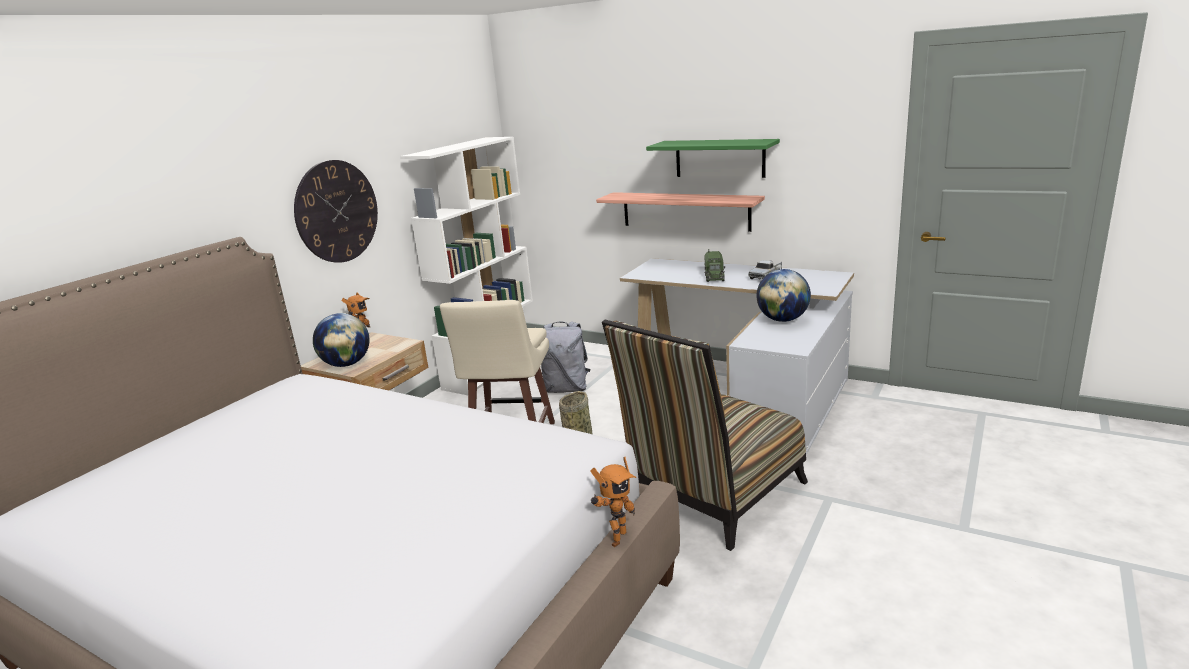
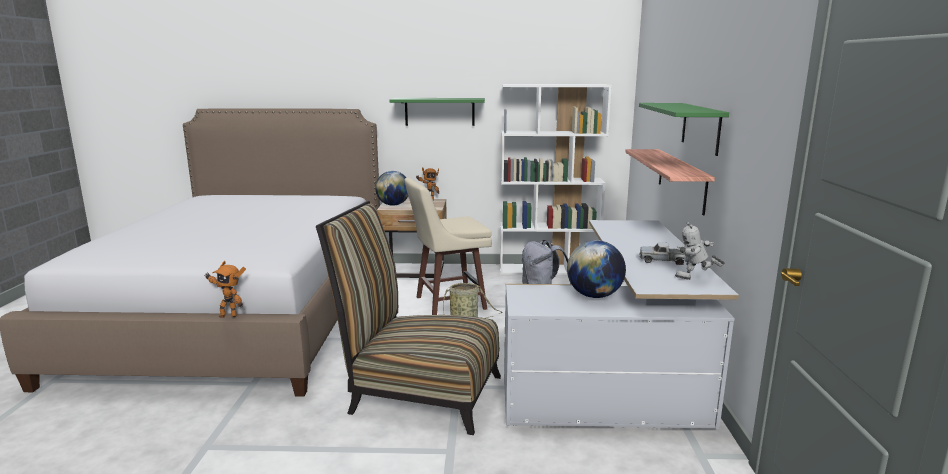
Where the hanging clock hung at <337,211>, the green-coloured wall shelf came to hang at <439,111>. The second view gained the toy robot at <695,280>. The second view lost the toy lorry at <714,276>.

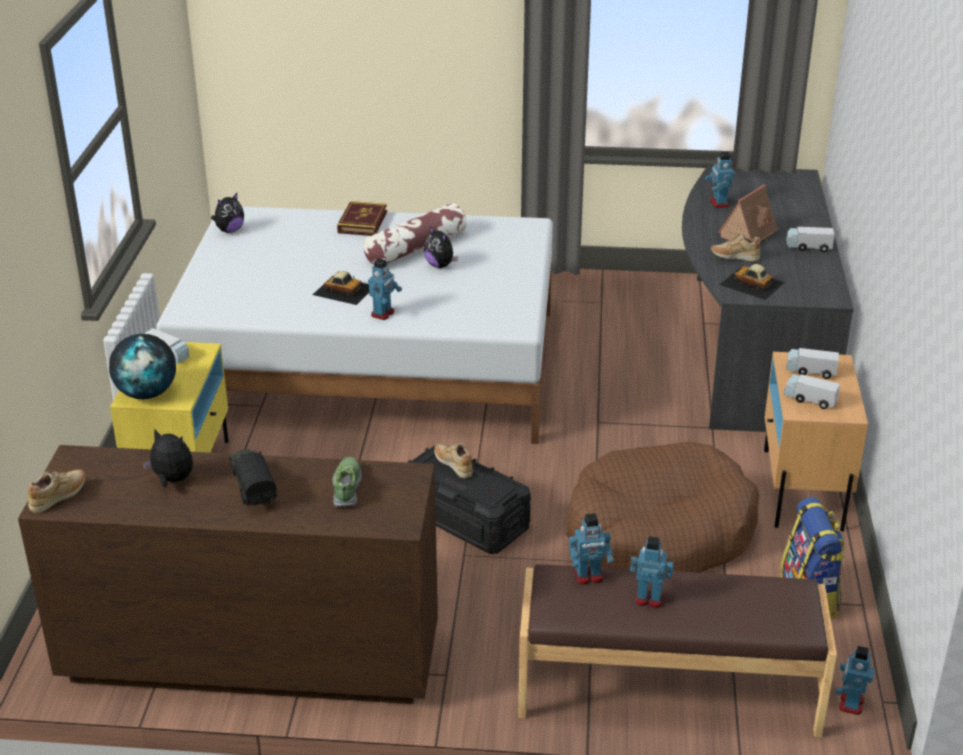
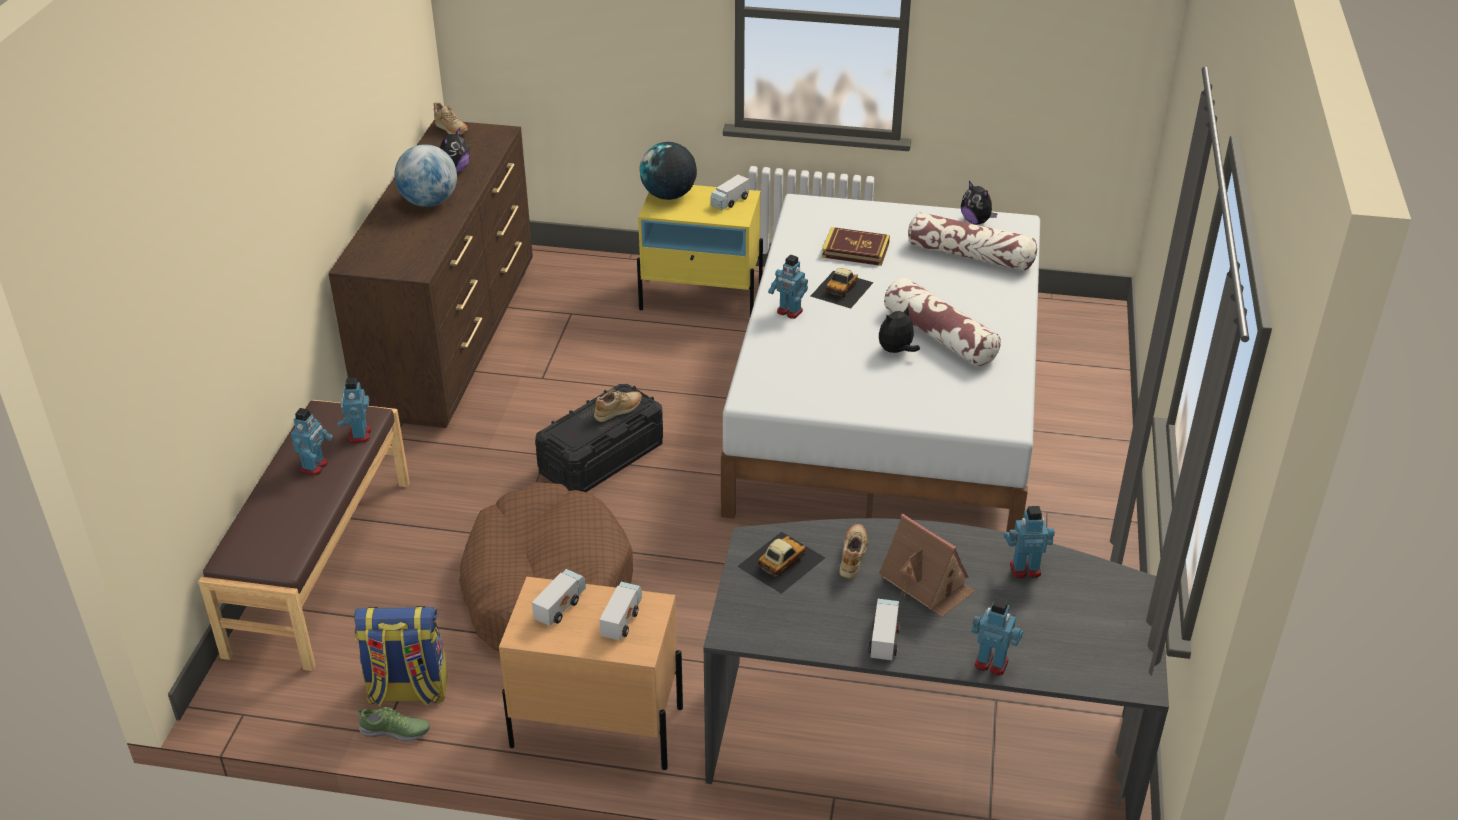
The item of footwear ended up elsewhere, having gone from <347,488> to <395,731>. Where the toy lorry stood at <253,488>, the world globe came to stand at <429,202>. The volume ended up elsewhere, having gone from <362,222> to <855,250>. The second view gained the cushion at <970,255>. The toy robot ended up elsewhere, having gone from <850,704> to <991,662>.

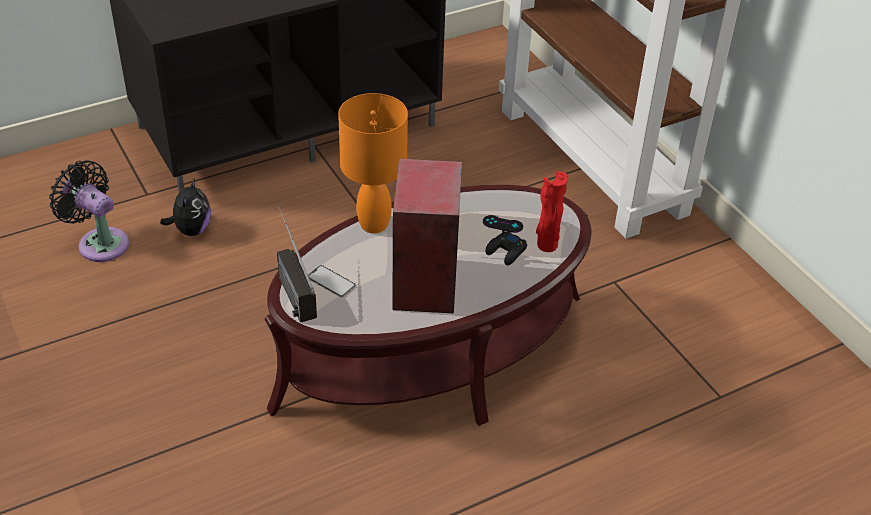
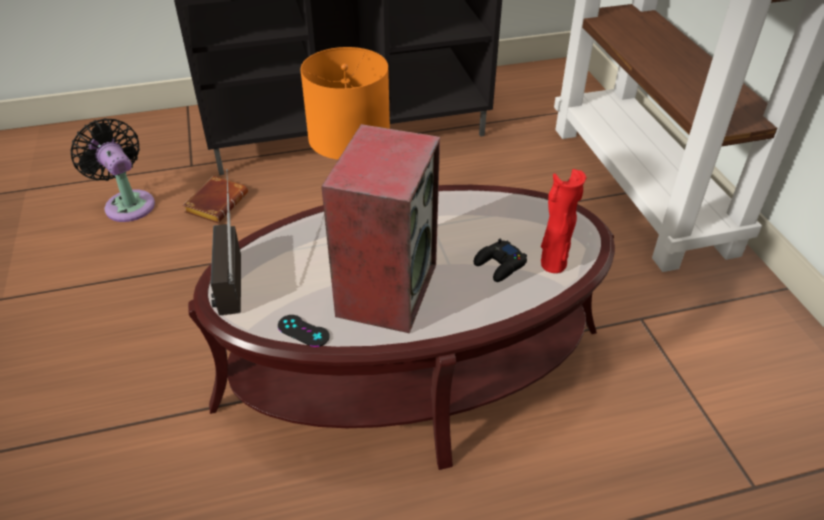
Where the plush toy stood at <191,230>, the brownish volume came to stand at <216,203>. The black-coloured joypad ended up elsewhere, having gone from <502,224> to <303,331>. The second view lost the telephone at <331,281>.

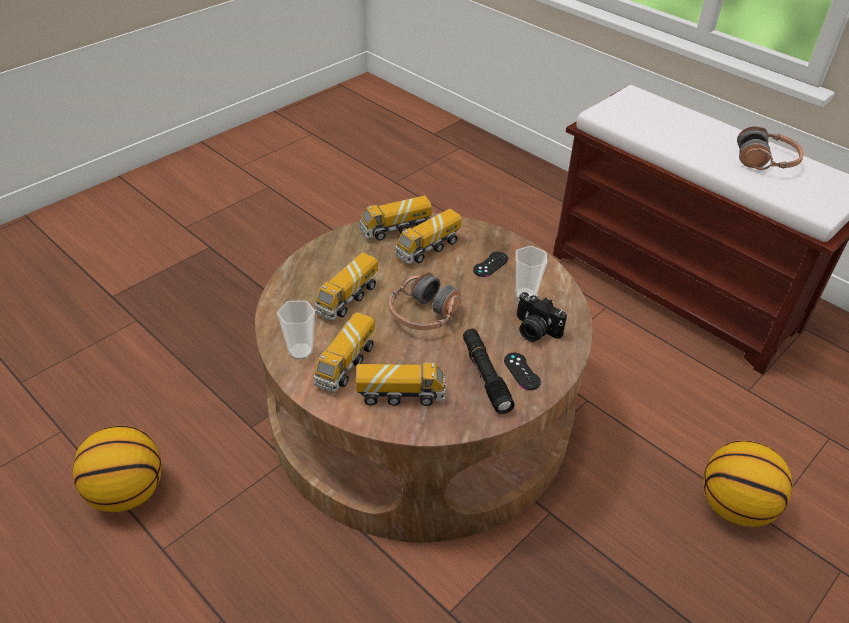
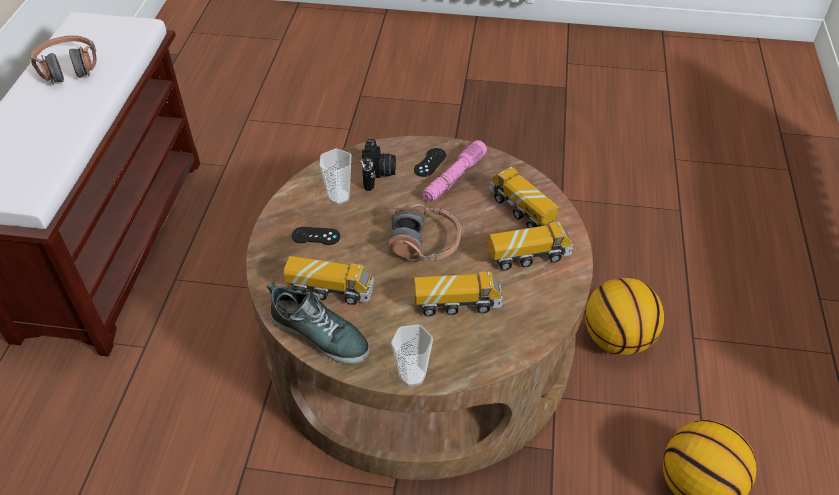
Where the toy lorry stood at <395,229>, the item of footwear came to stand at <320,334>. The cup ended up elsewhere, having gone from <300,351> to <412,375>. What was the black-coloured hand torch at <485,375> turned into the pink-coloured hand torch at <454,178>. The basketball ended up elsewhere, having gone from <735,506> to <617,338>.

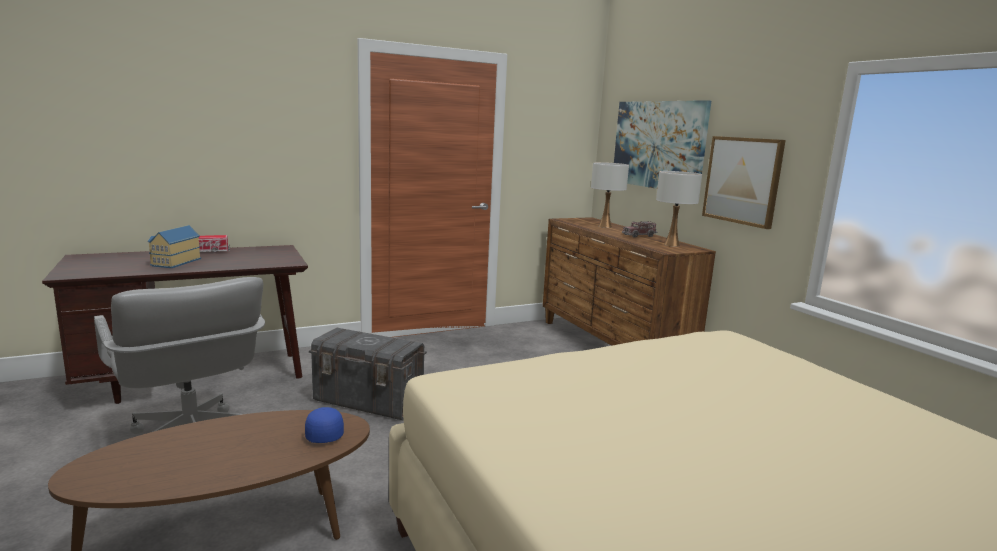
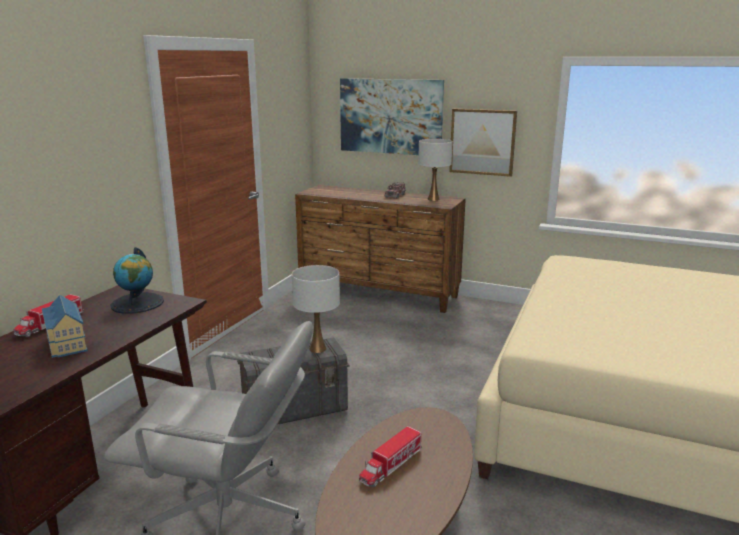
The second view gained the world globe at <137,303>. The white-coloured tabletop lamp ended up elsewhere, having gone from <605,226> to <318,348>. The second view gained the toy lorry at <391,465>. The second view lost the bluish cap at <324,433>.

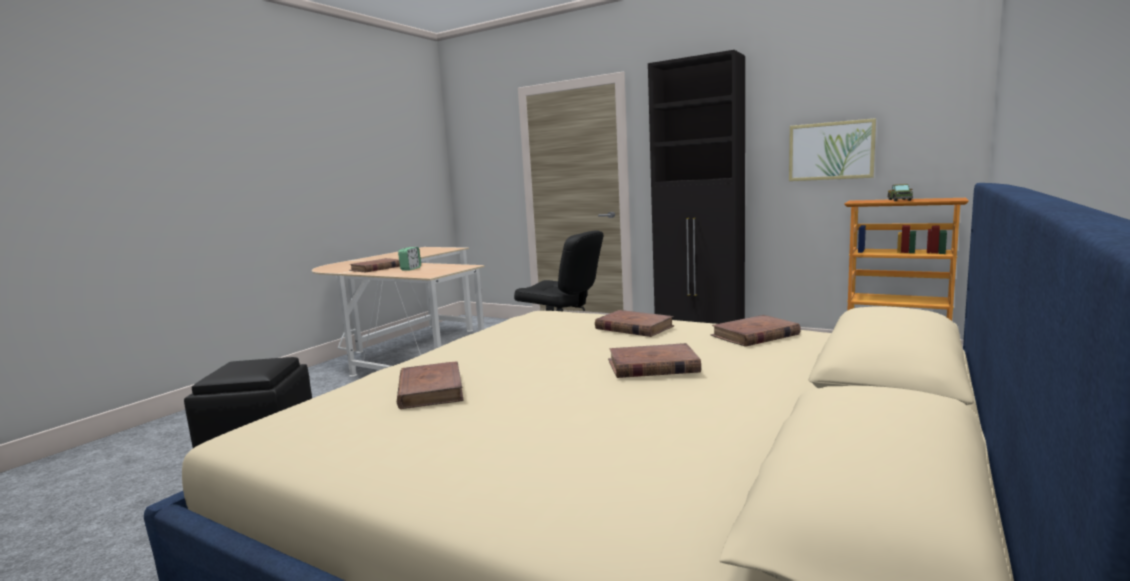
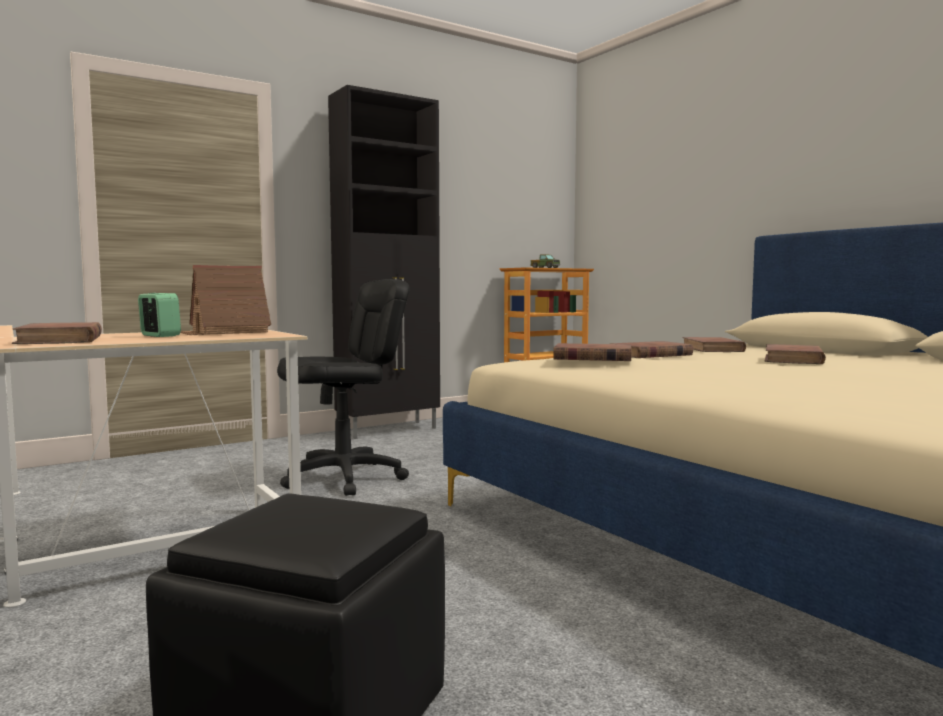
The second view gained the model house at <225,332>. The brownish volume ended up elsewhere, having gone from <430,390> to <592,358>. The second view lost the wall art at <831,151>.

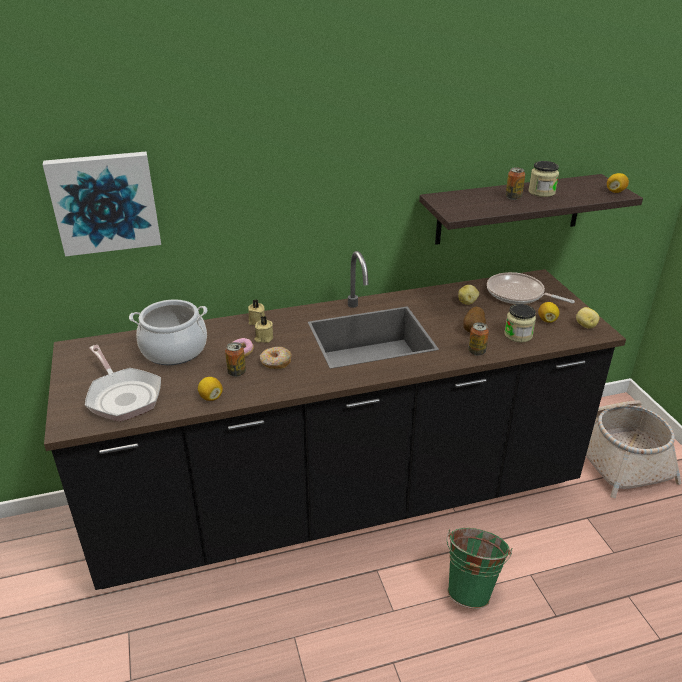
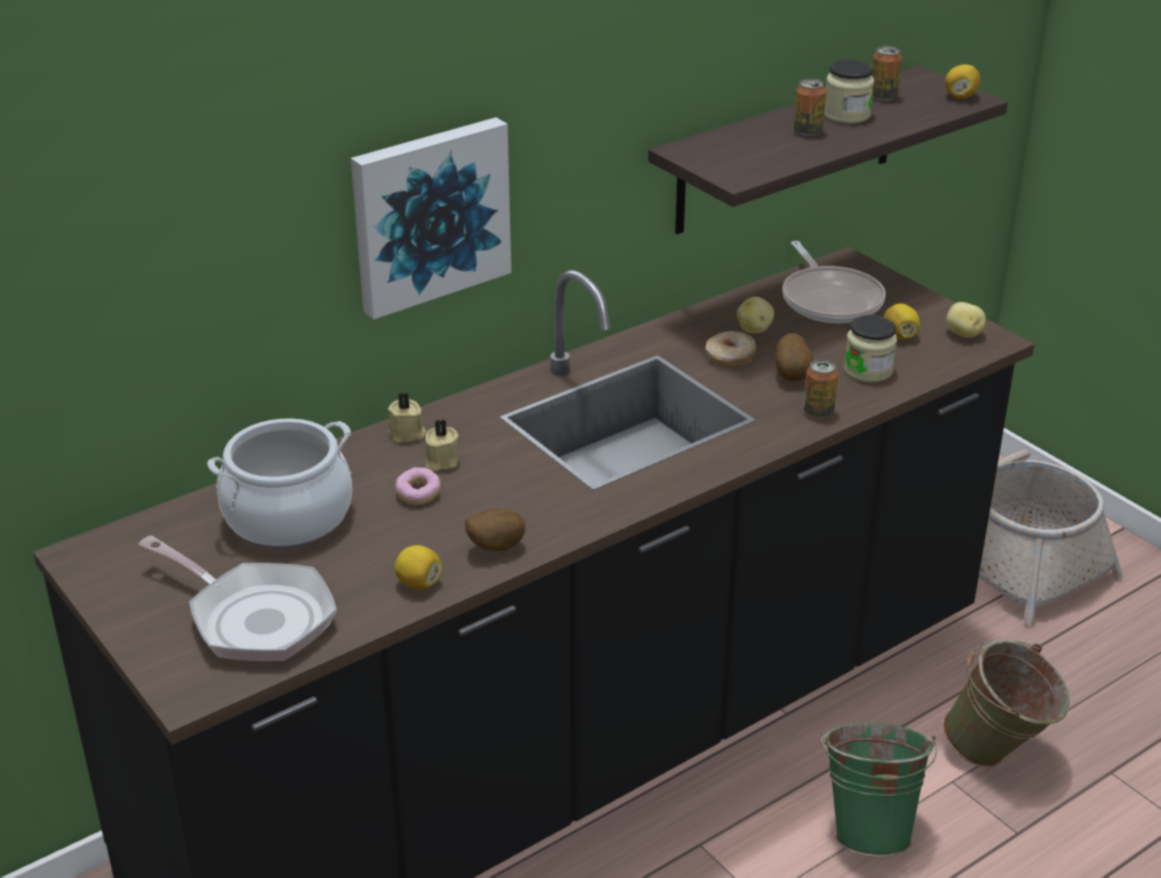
The wall art ended up elsewhere, having gone from <105,202> to <429,214>. The second view gained the spud at <494,547>. The doughnut ended up elsewhere, having gone from <275,362> to <730,357>. The skillet at <518,294> ended up facing another way, 120 degrees counterclockwise from before. The sealed can ended up elsewhere, having gone from <236,372> to <883,96>. The second view gained the green-coloured bucket at <998,756>.

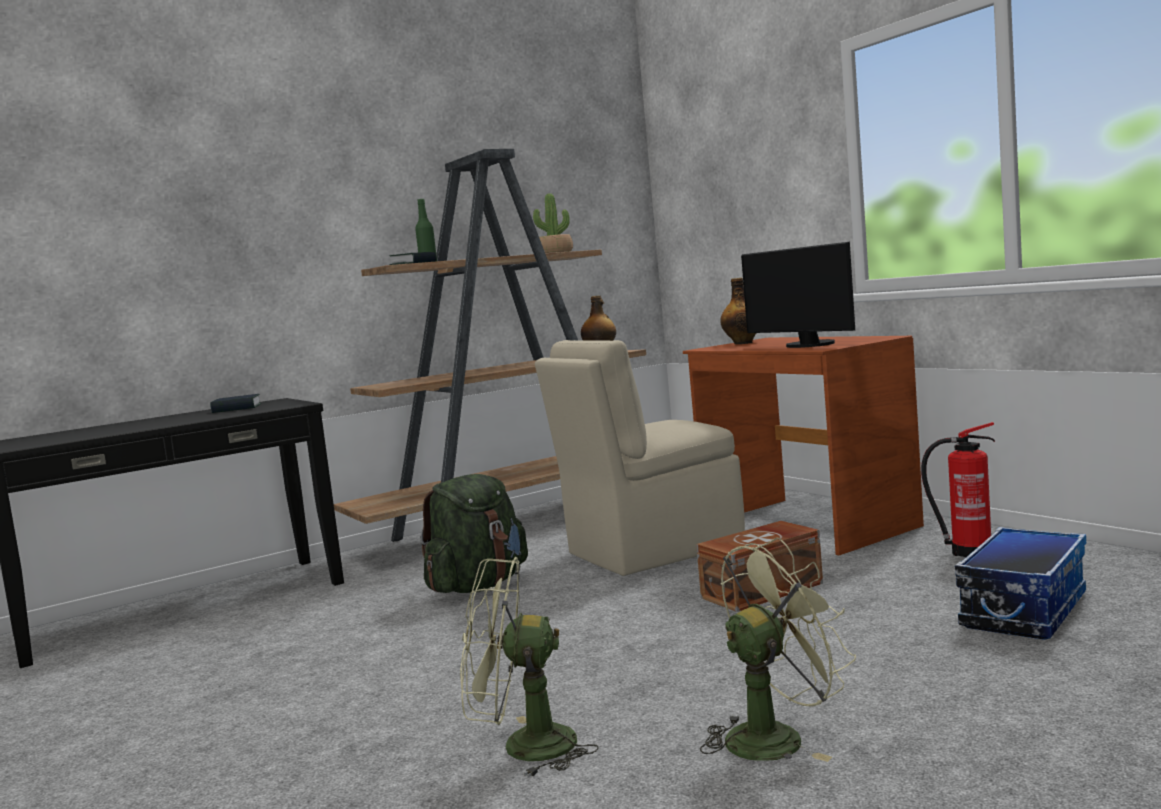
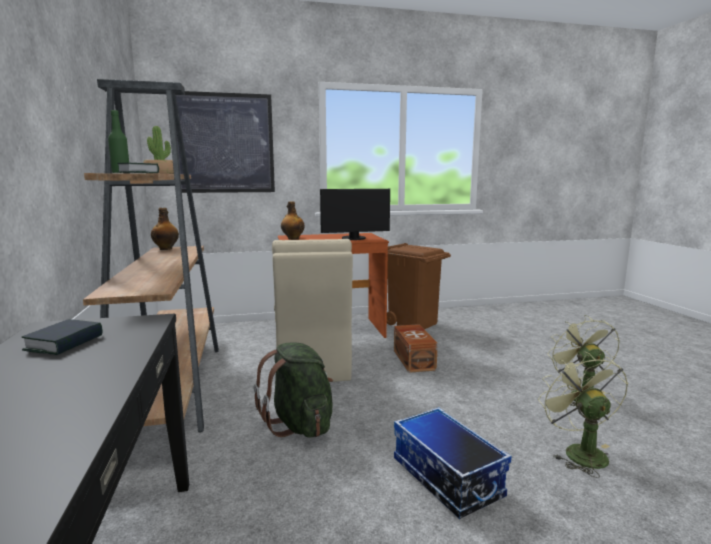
The second view gained the wall art at <224,143>. Where the extinguisher stood at <967,553>, the brownish waste bin came to stand at <413,323>. The storage bin ended up elsewhere, having gone from <1022,610> to <445,478>. The green-coloured electric fan at <523,748> ended up facing another way, 150 degrees clockwise from before.

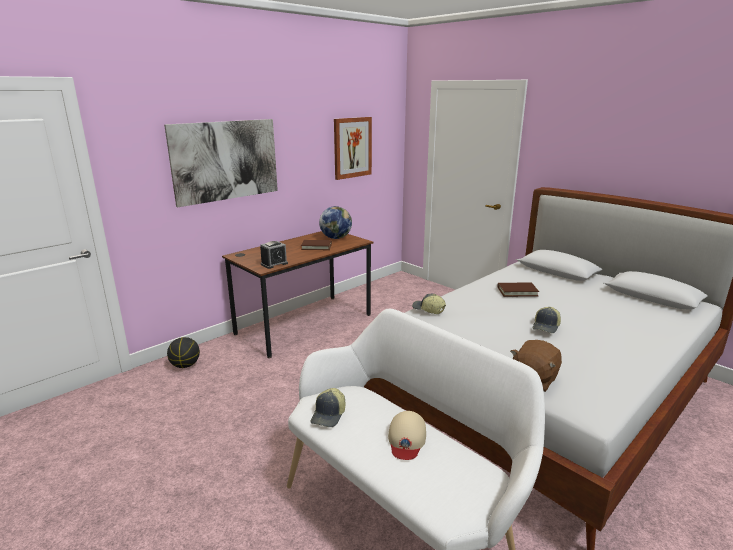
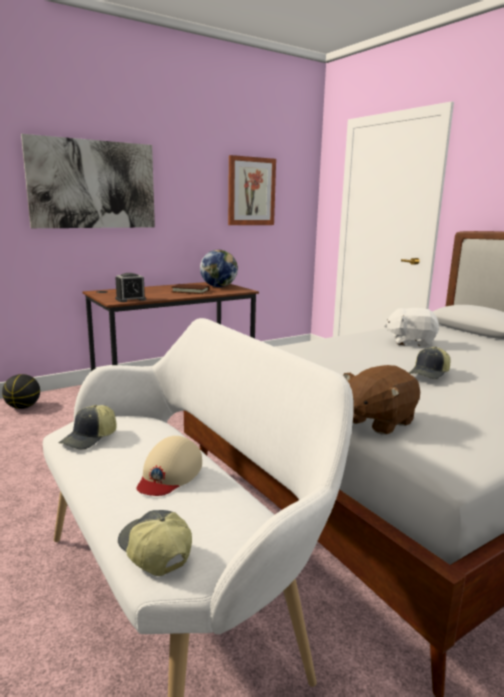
The cap ended up elsewhere, having gone from <428,309> to <153,551>. Where the brownish volume stood at <517,291>, the white-coloured plush toy came to stand at <410,342>.

